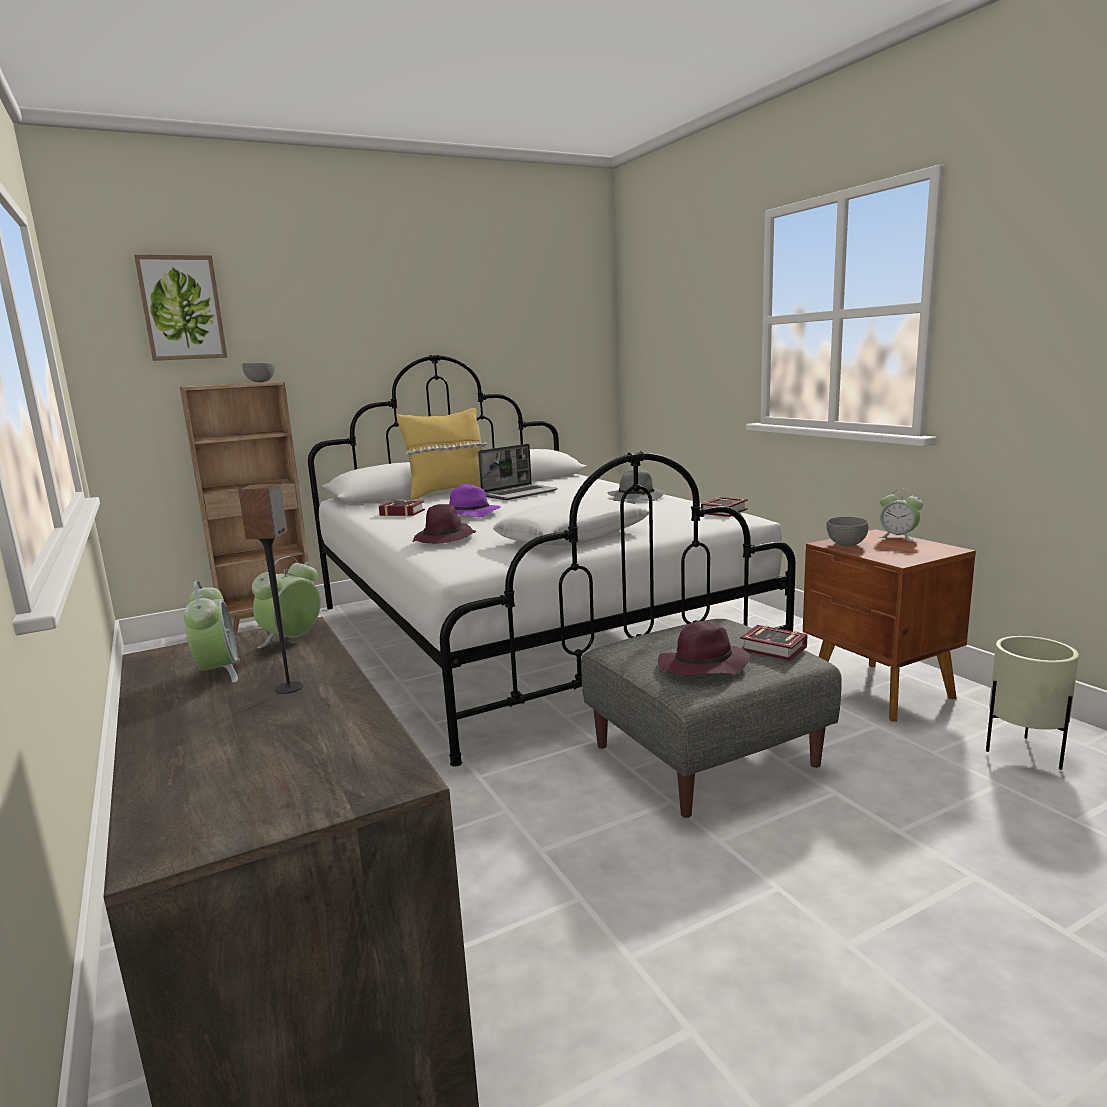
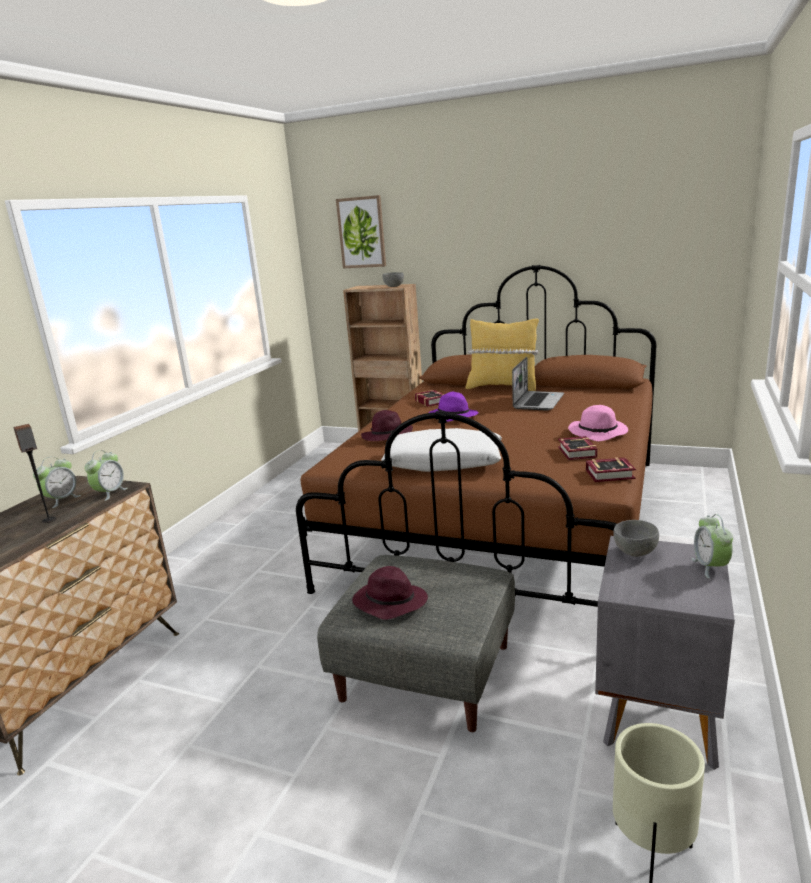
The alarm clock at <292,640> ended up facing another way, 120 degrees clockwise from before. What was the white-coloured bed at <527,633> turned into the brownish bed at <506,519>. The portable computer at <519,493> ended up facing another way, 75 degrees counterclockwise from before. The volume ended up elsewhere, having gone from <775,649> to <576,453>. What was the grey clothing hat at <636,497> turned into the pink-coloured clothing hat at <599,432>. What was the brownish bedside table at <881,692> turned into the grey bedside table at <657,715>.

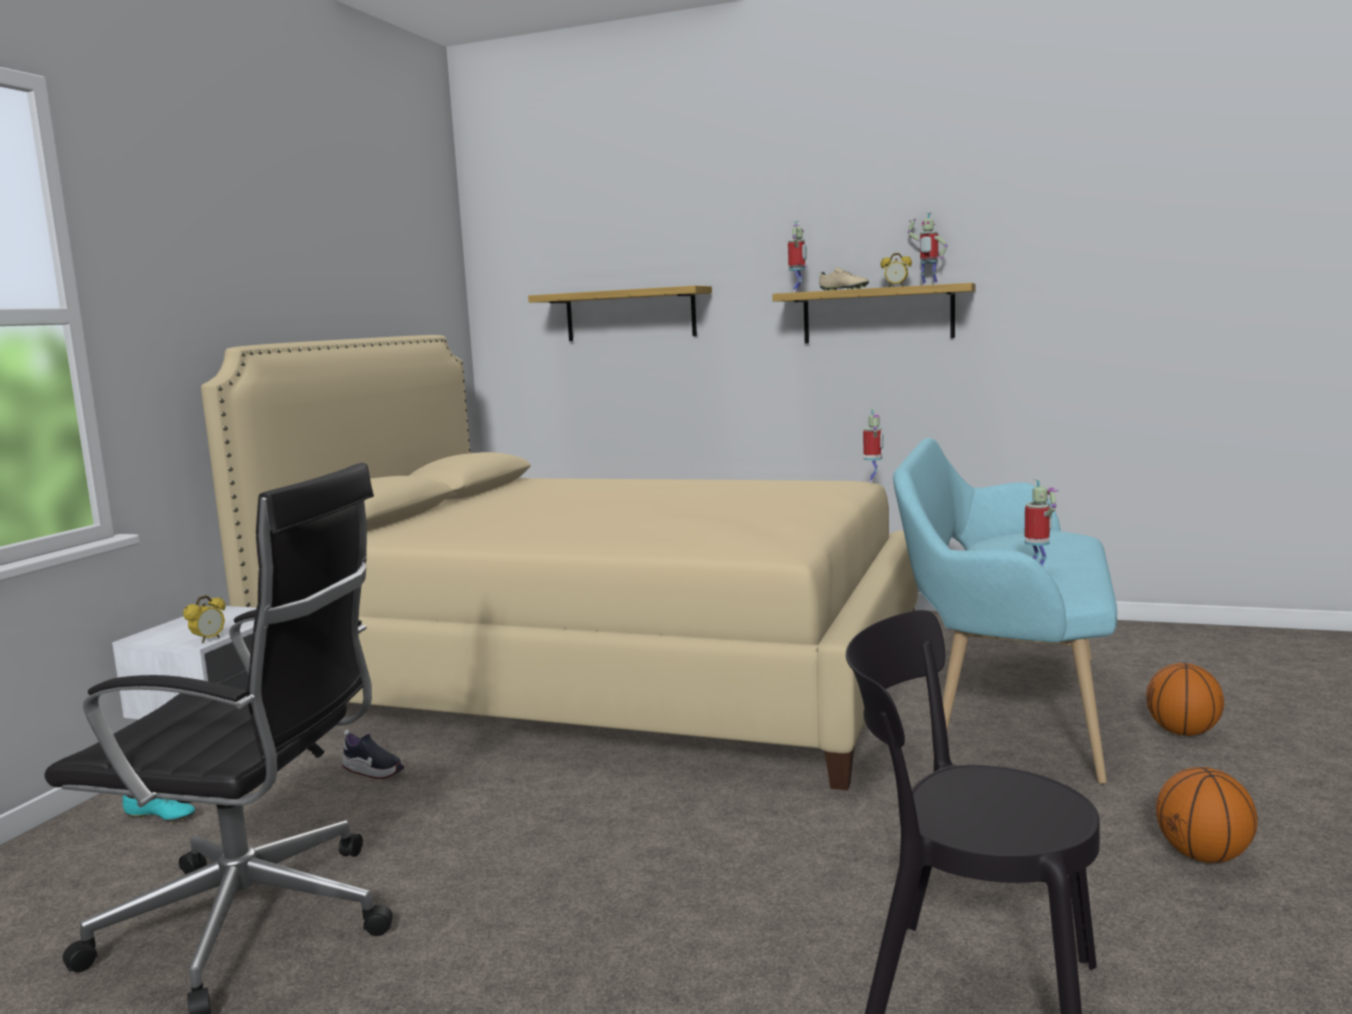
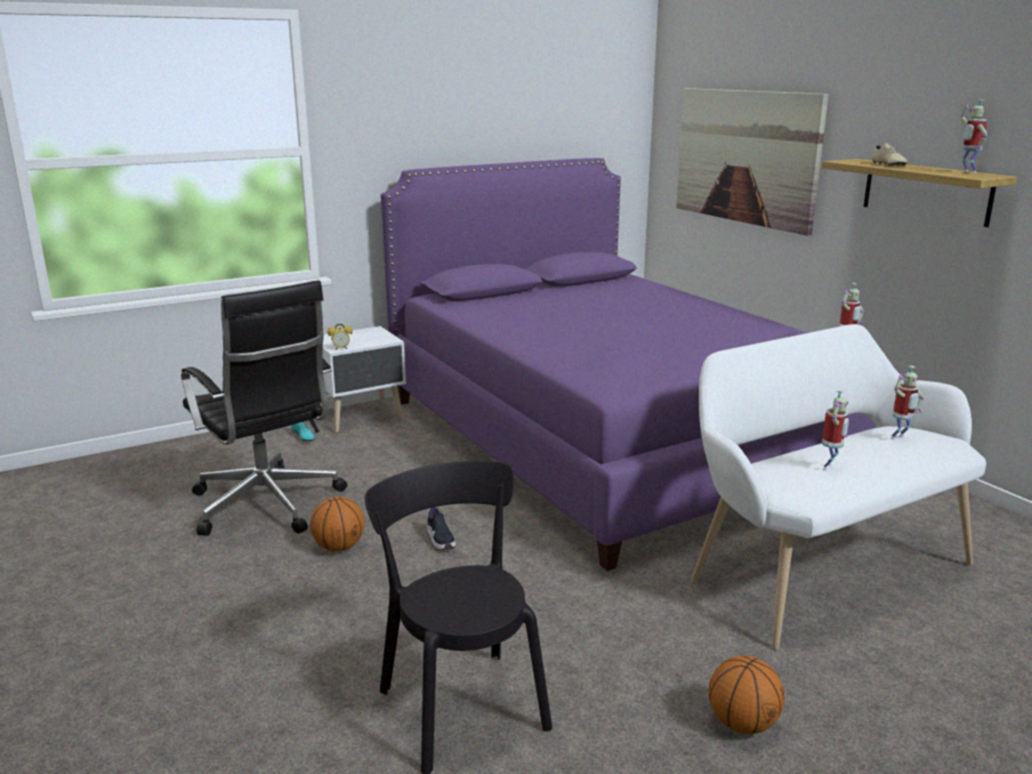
The basketball ended up elsewhere, having gone from <1182,732> to <339,547>. What was the beige-coloured bed at <608,675> turned into the purplish bed at <605,437>. The item of footwear ended up elsewhere, having gone from <373,771> to <440,540>. Where the wall shelf hung at <630,314>, the wall art came to hang at <746,157>. What was the blue-green bench at <1005,706> turned into the white-coloured bench at <820,568>. The toy robot ended up elsewhere, having gone from <798,292> to <899,438>. The second view lost the alarm clock at <896,286>.

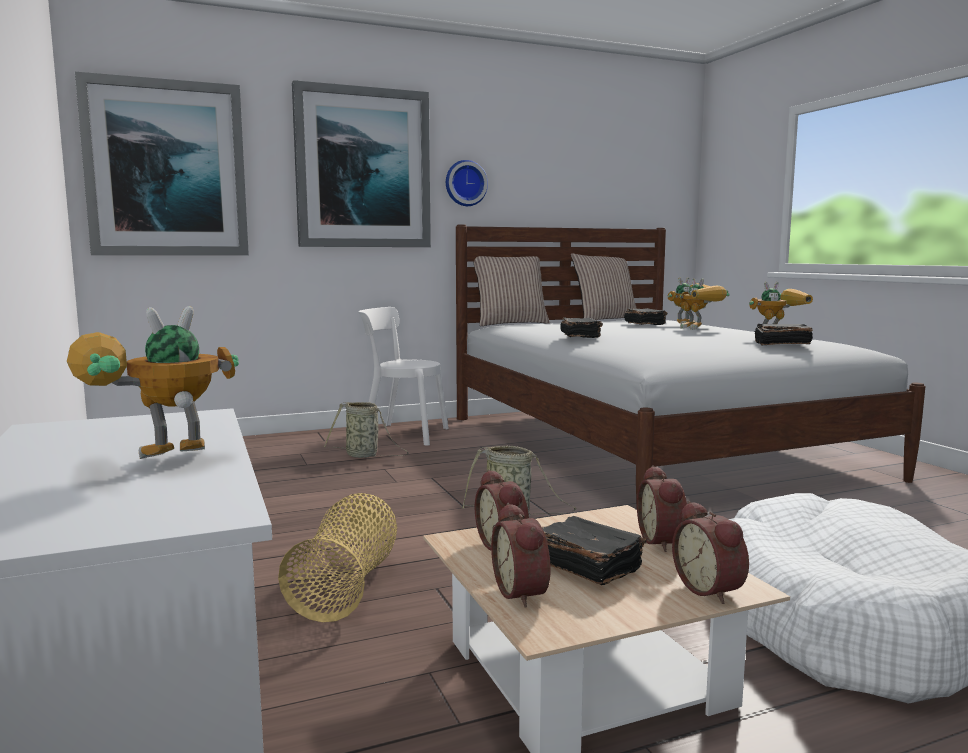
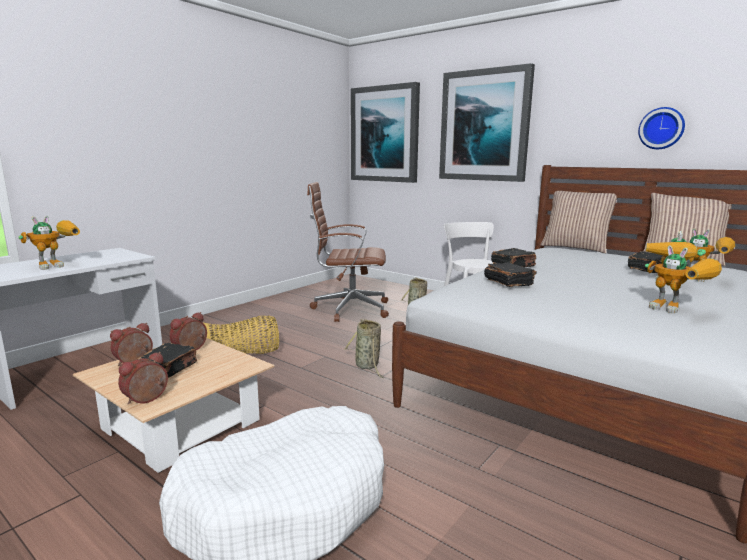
The toy robot at <150,465> ended up facing another way, 105 degrees clockwise from before. The second view gained the brownish office chair at <349,309>. The black-coloured volume ended up elsewhere, having gone from <781,344> to <508,283>. The hanging clock ended up elsewhere, having gone from <465,183> to <661,128>. The second view lost the alarm clock at <664,541>.

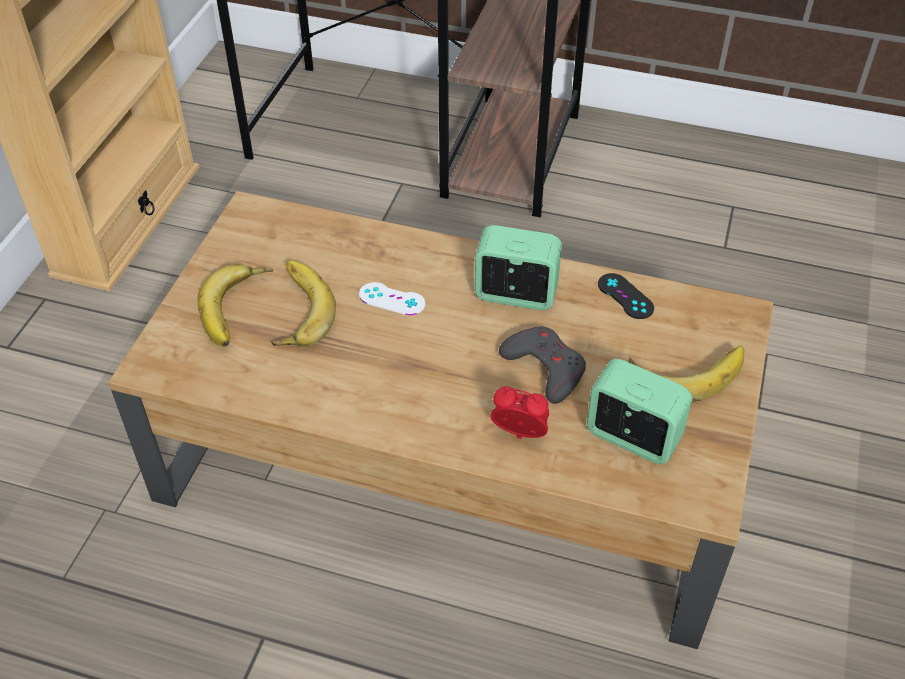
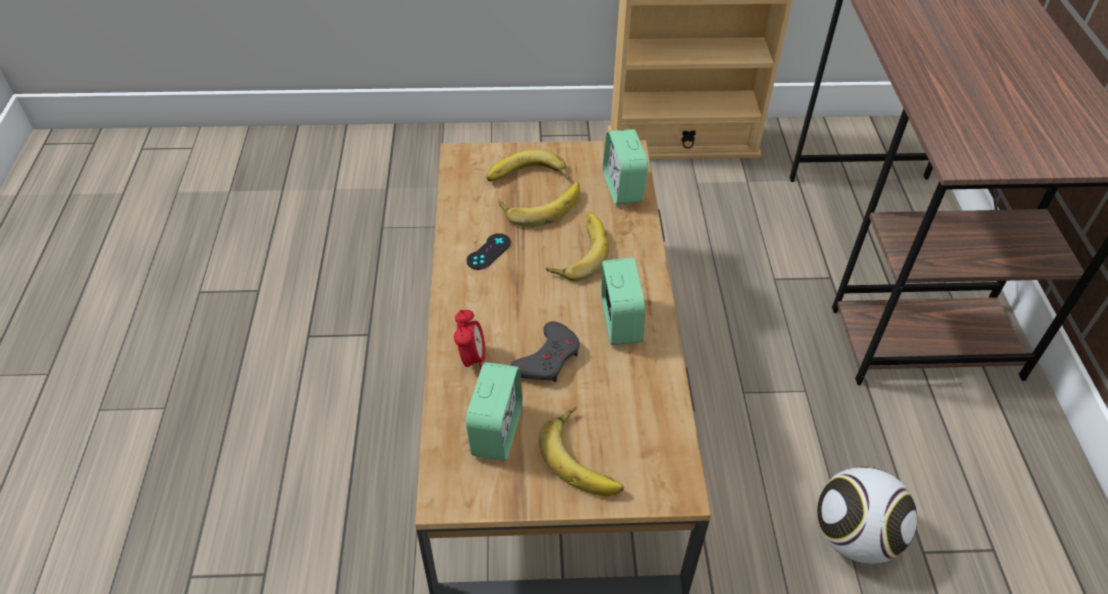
The black-coloured joypad ended up elsewhere, having gone from <625,296> to <488,252>. Where the white-coloured joypad stood at <392,299>, the banana fruit came to stand at <577,251>. The second view gained the alarm clock at <622,188>. The second view gained the football ball at <854,536>.

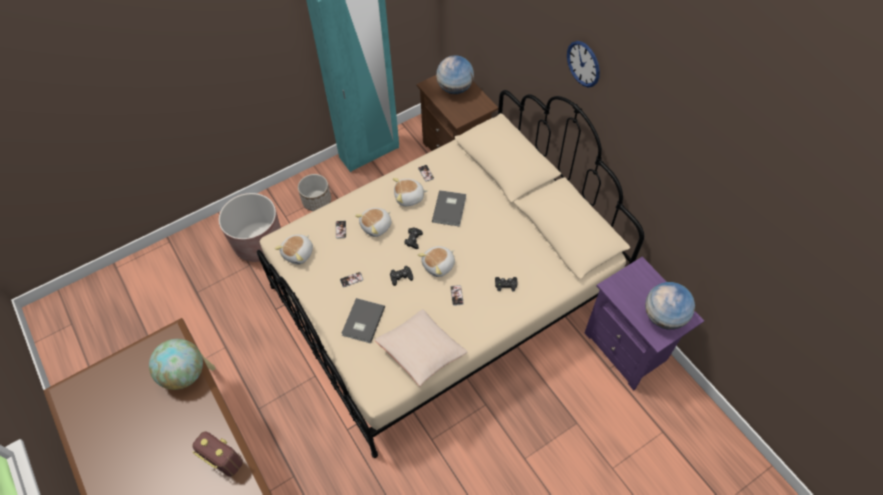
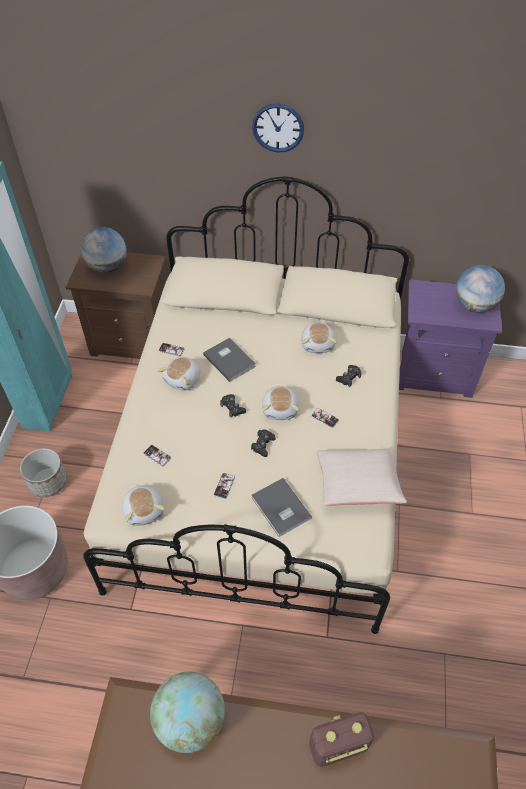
The plush toy ended up elsewhere, having gone from <376,226> to <318,344>.

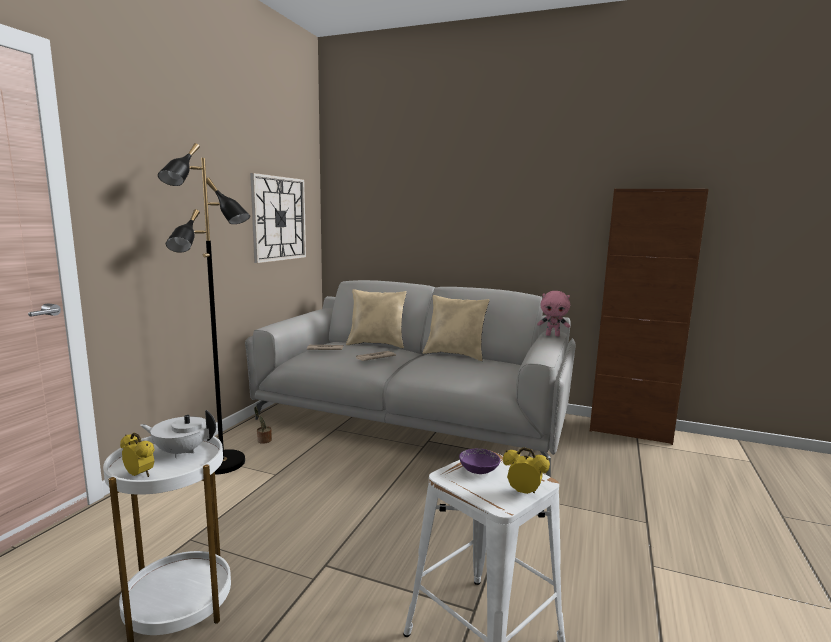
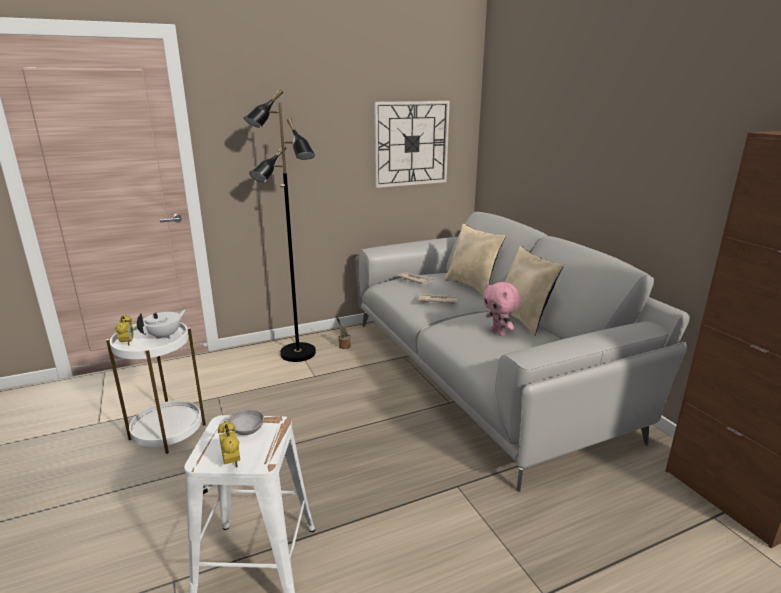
The white-coloured teapot at <181,452> ended up facing another way, 75 degrees clockwise from before. What was the purplish deep dish at <478,470> turned into the grey deep dish at <247,430>. The pink-coloured plush toy ended up elsewhere, having gone from <553,335> to <499,333>.

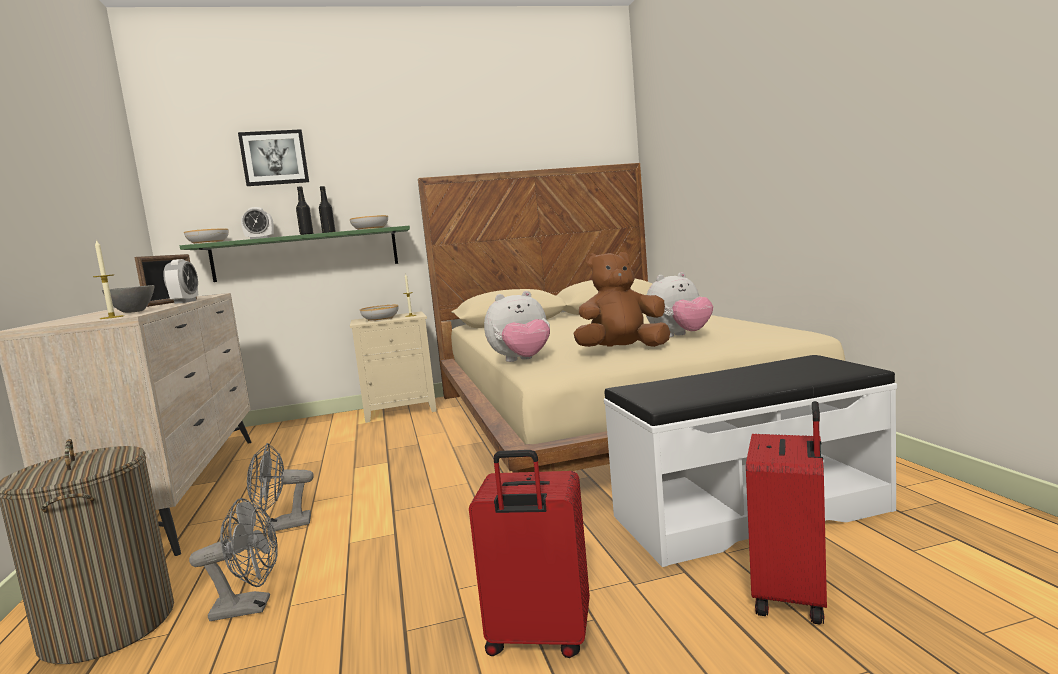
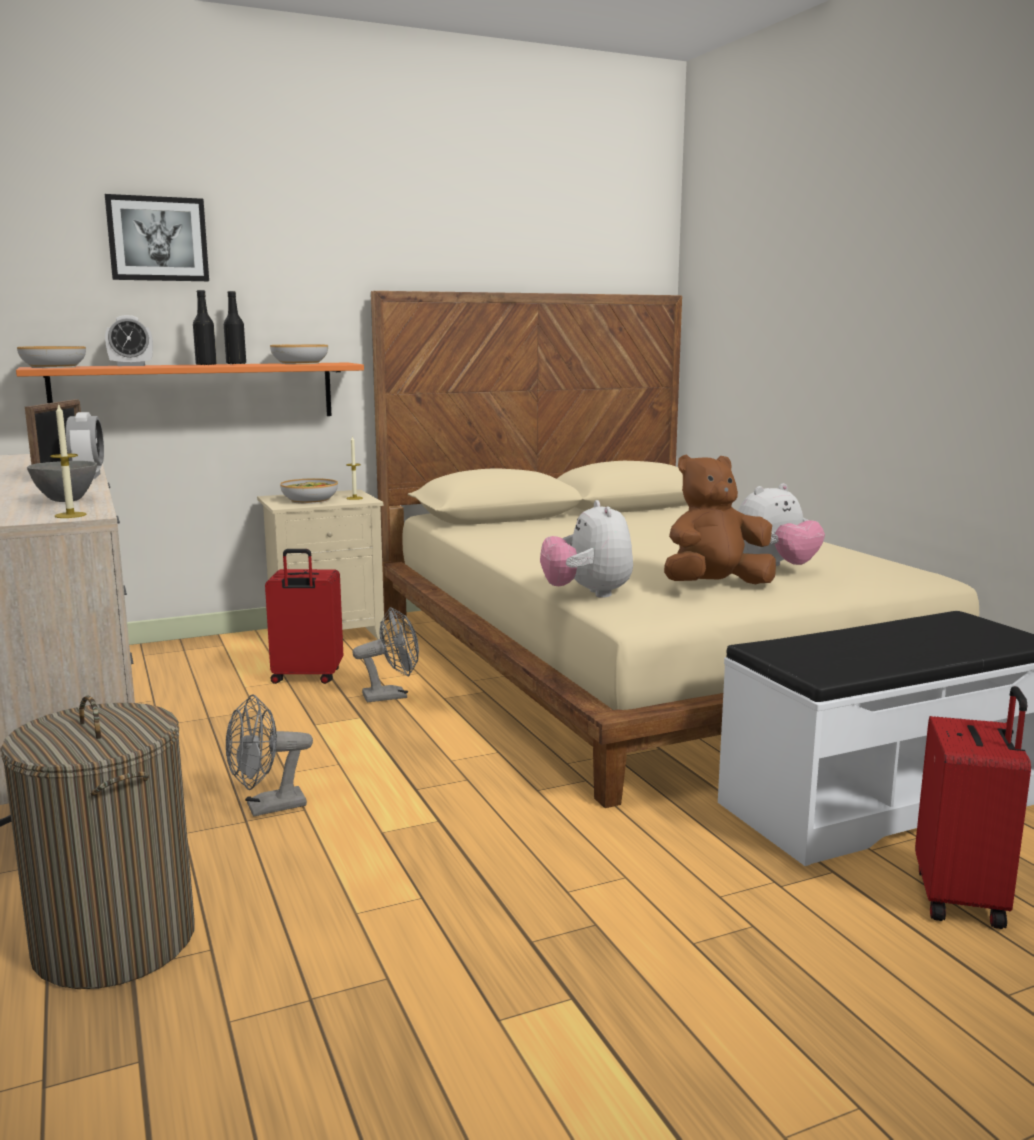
What was the green-coloured wall shelf at <306,254> turned into the orangey wall shelf at <195,392>. The reddish travel case ended up elsewhere, having gone from <538,639> to <306,677>. The grey electric fan ended up elsewhere, having gone from <250,607> to <392,695>. The plush toy at <522,361> ended up facing another way, 105 degrees clockwise from before.

